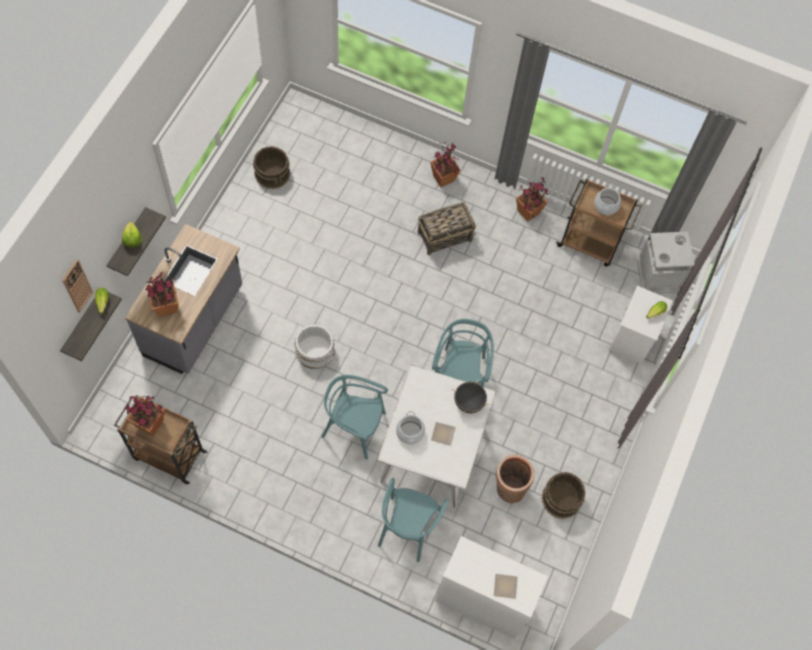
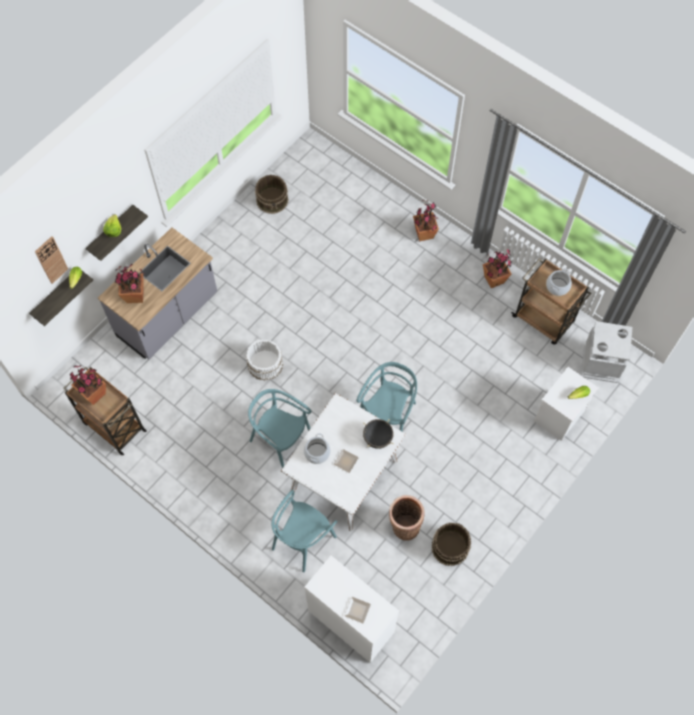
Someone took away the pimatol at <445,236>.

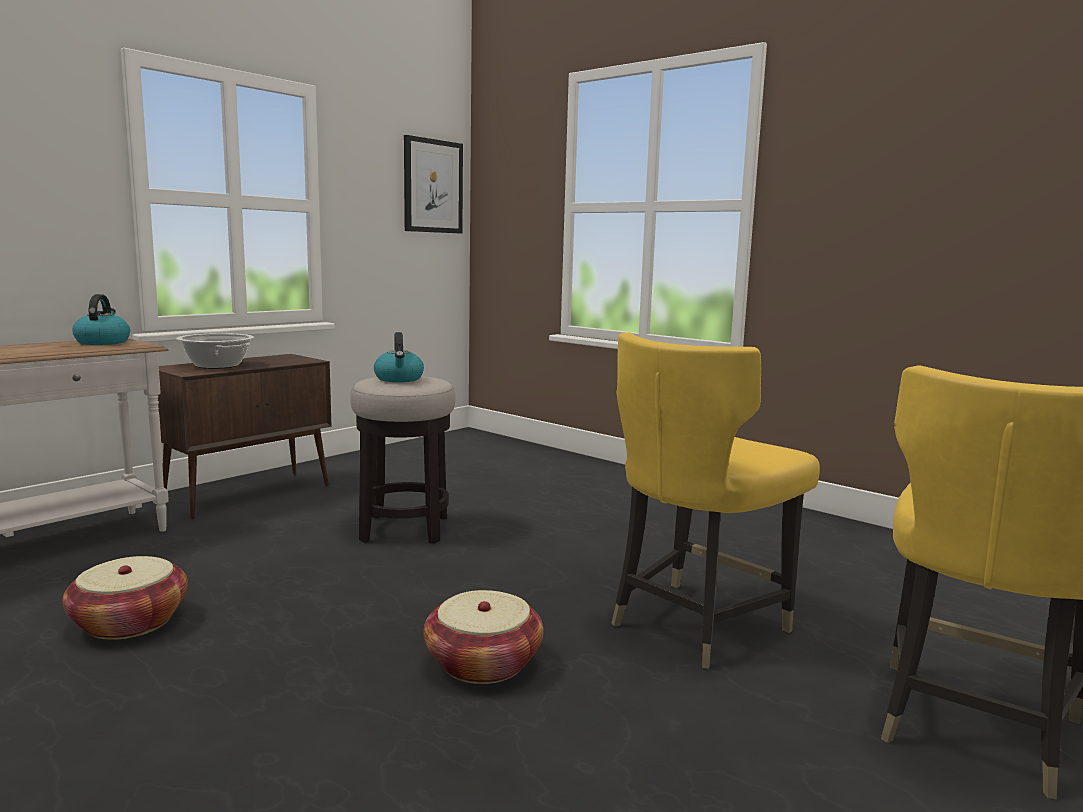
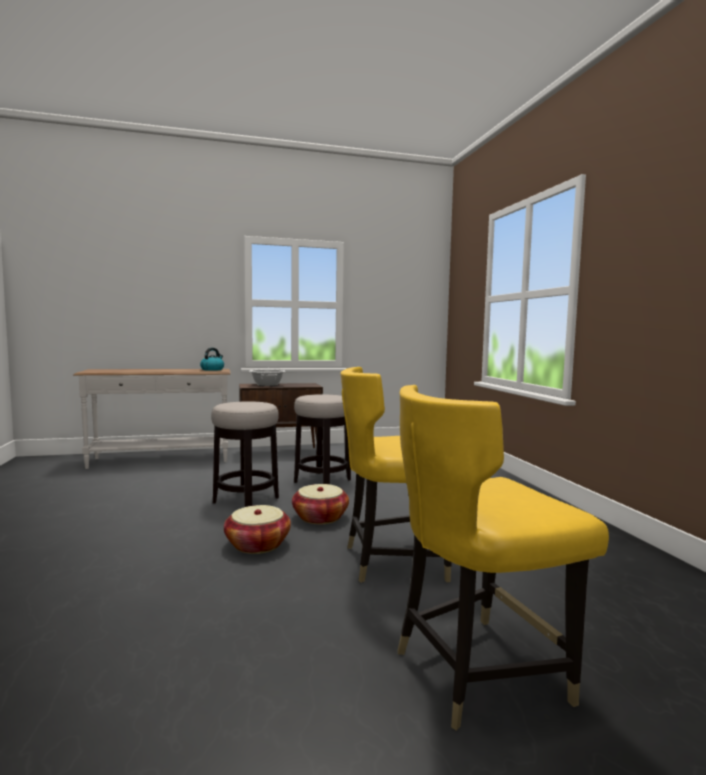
Someone carried the pimatol from <130,622> to <320,517>.
Someone took away the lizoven at <399,379>.
Someone took away the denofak at <432,186>.
Someone put down the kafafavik at <246,500>.

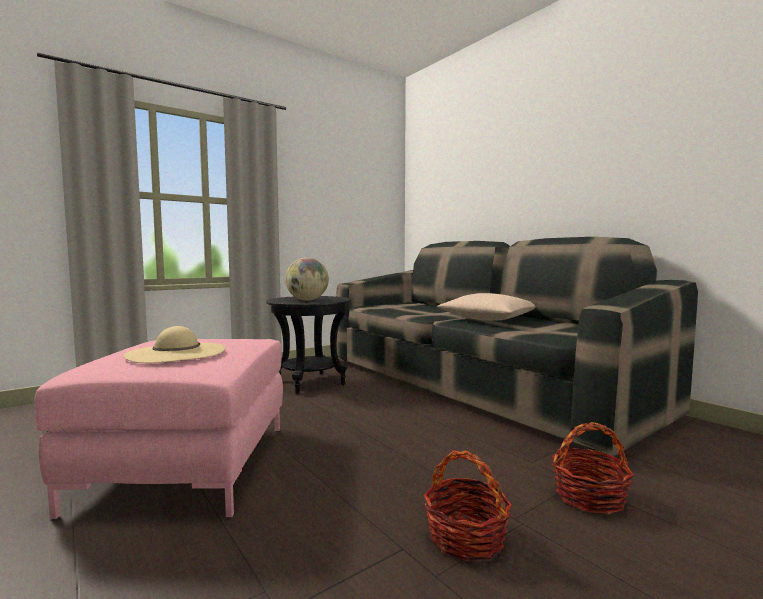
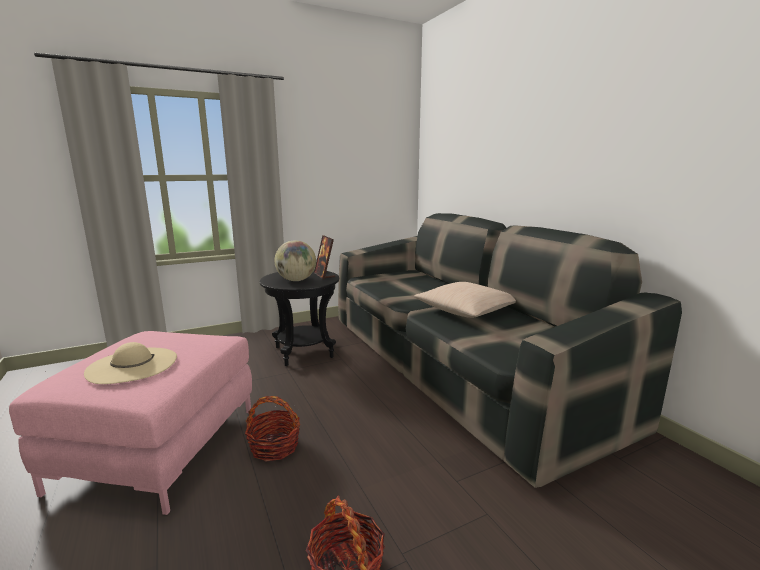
Someone carried the pimatol from <589,497> to <274,446>.
Someone put down the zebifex at <324,275>.

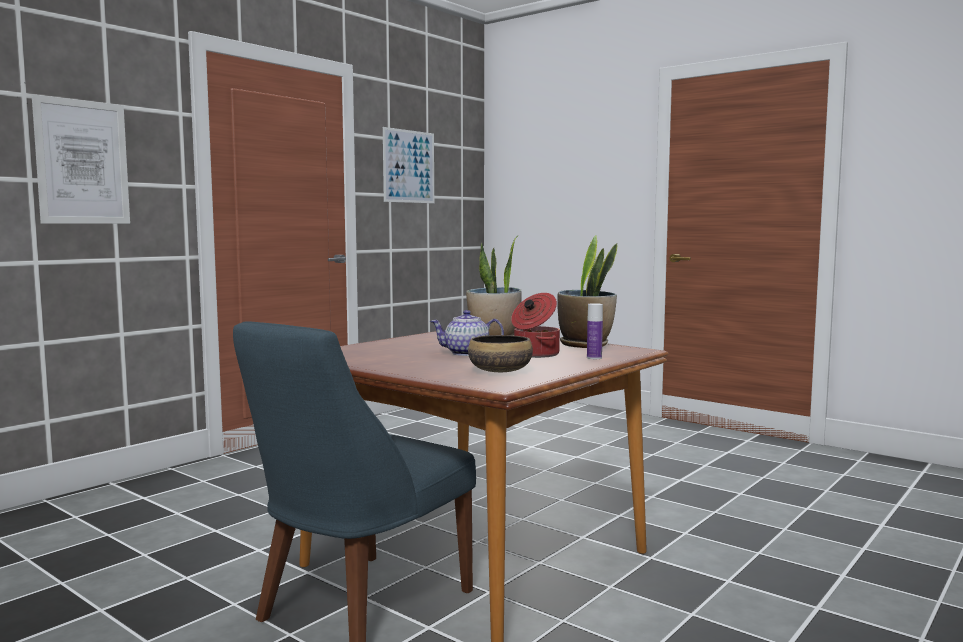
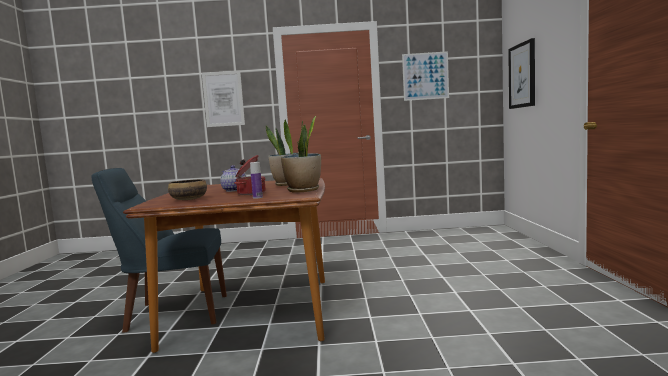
Someone put up the denofak at <522,75>.

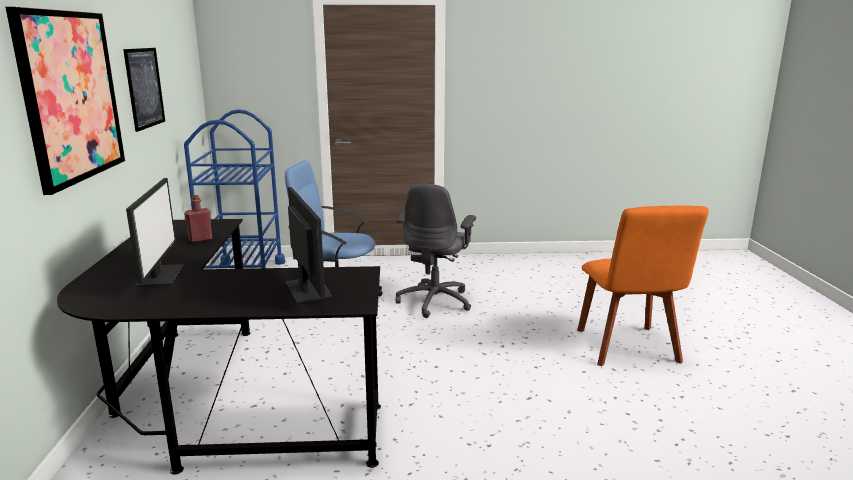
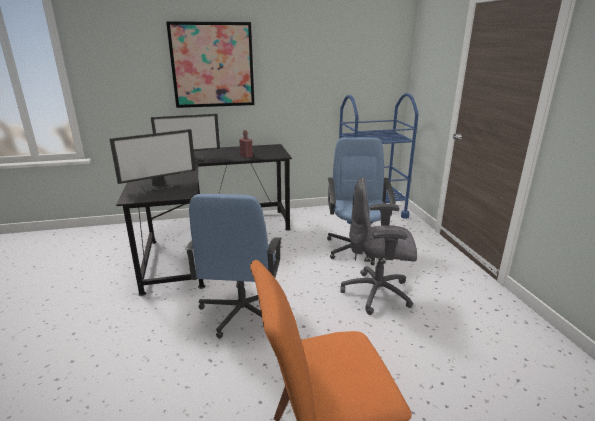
Someone took away the denofak at <144,88>.
Someone put down the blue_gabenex at <241,311>.

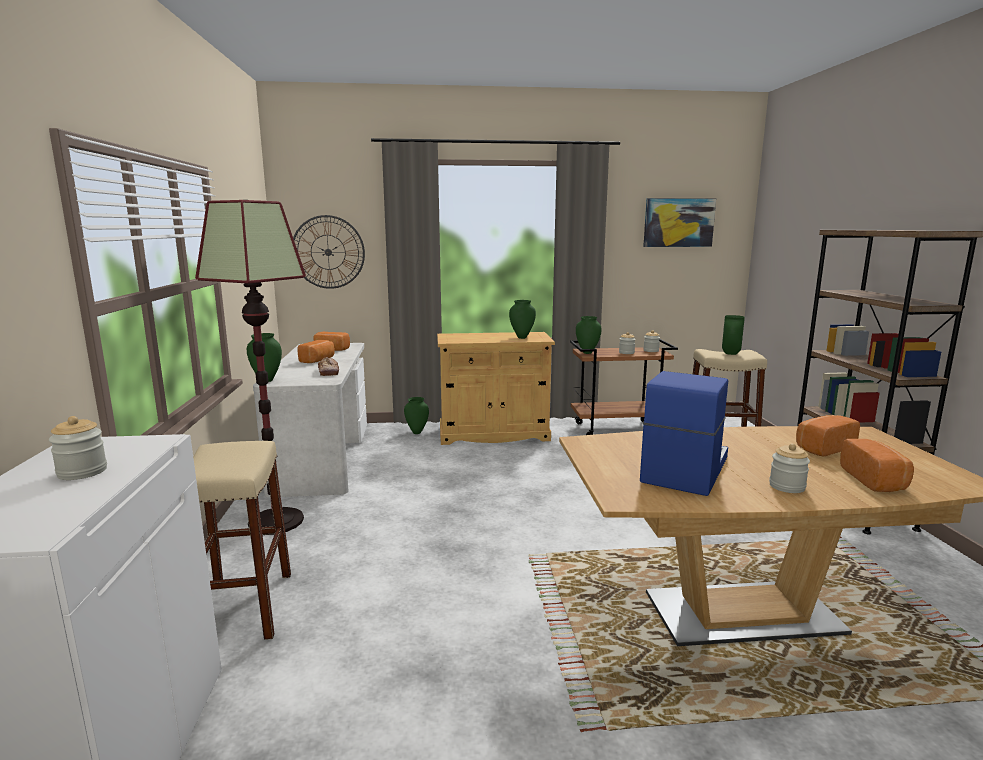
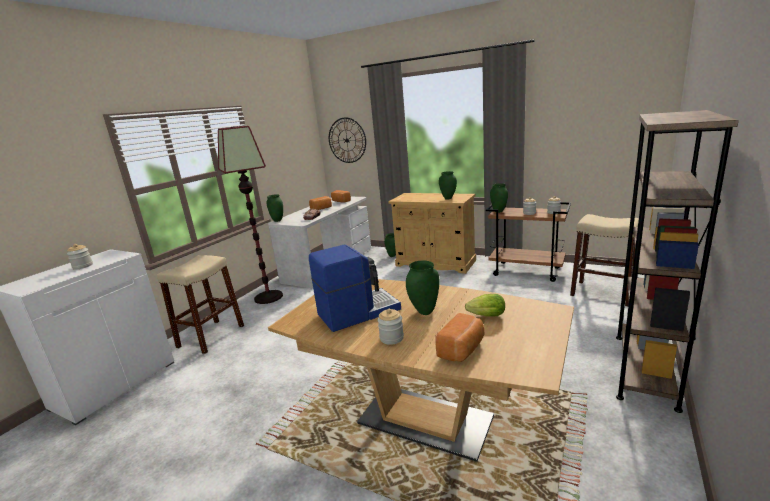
Someone took away the denofak at <678,222>.
Someone carried the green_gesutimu from <730,353> to <424,311>.
Someone swapped the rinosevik at <822,448> for the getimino at <484,316>.

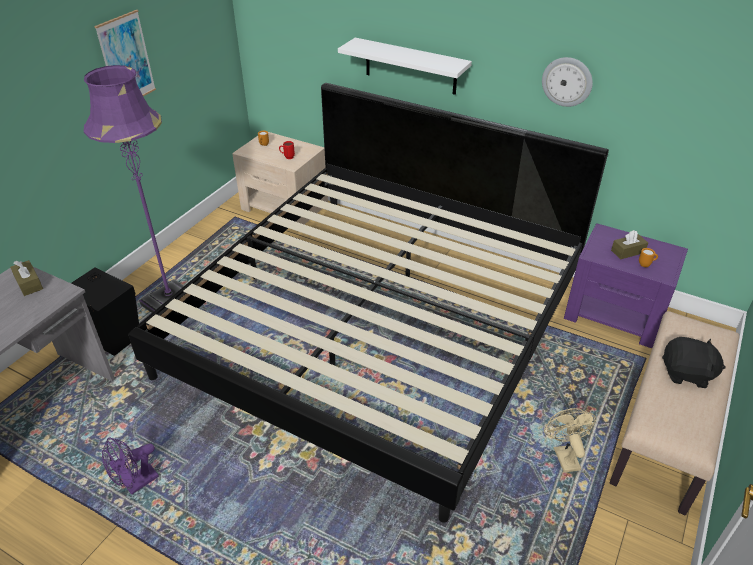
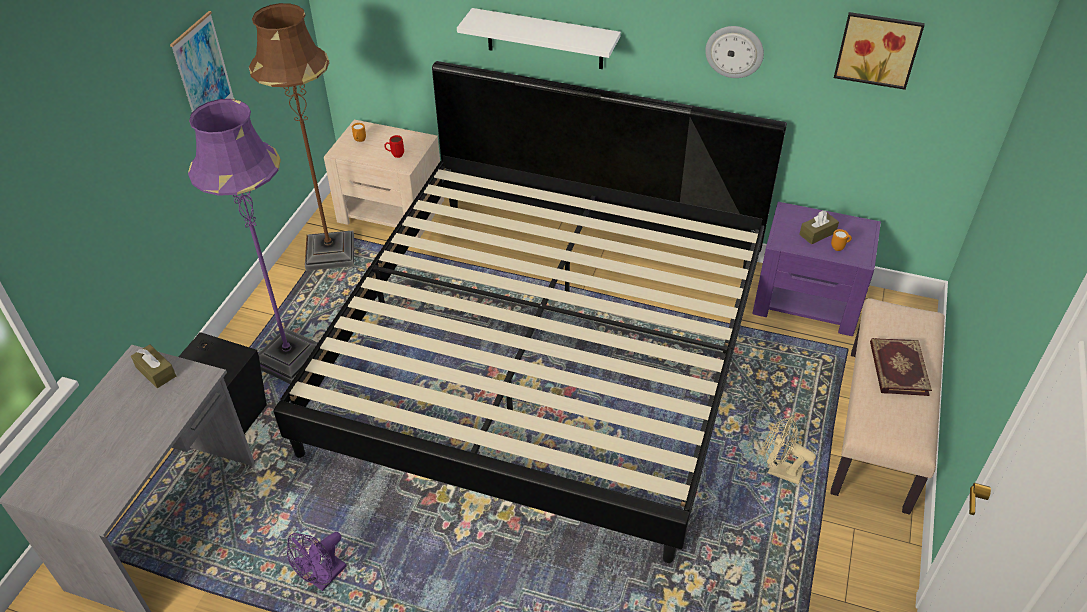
Someone rotated the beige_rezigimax at <564,455> by 45 degrees counterclockwise.
Someone swapped the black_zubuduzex at <686,374> for the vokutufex at <897,369>.
Someone put down the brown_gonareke at <330,253>.
Someone put up the denofak at <878,48>.

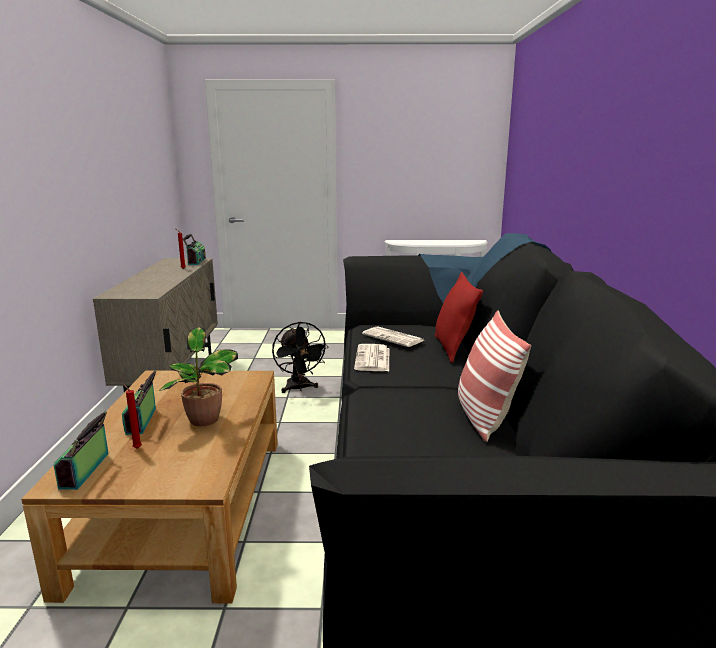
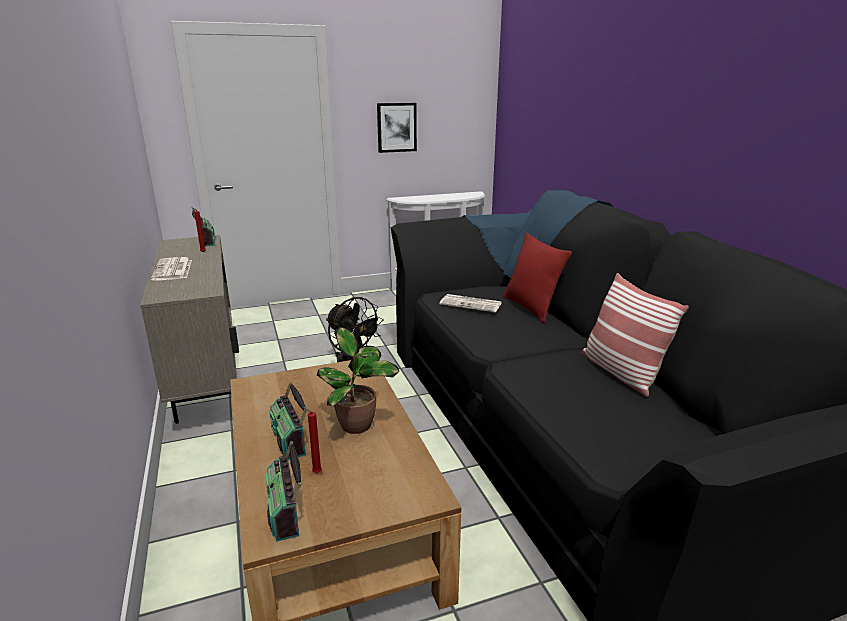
Someone carried the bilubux from <373,359> to <173,270>.
Someone put up the denofak at <396,127>.

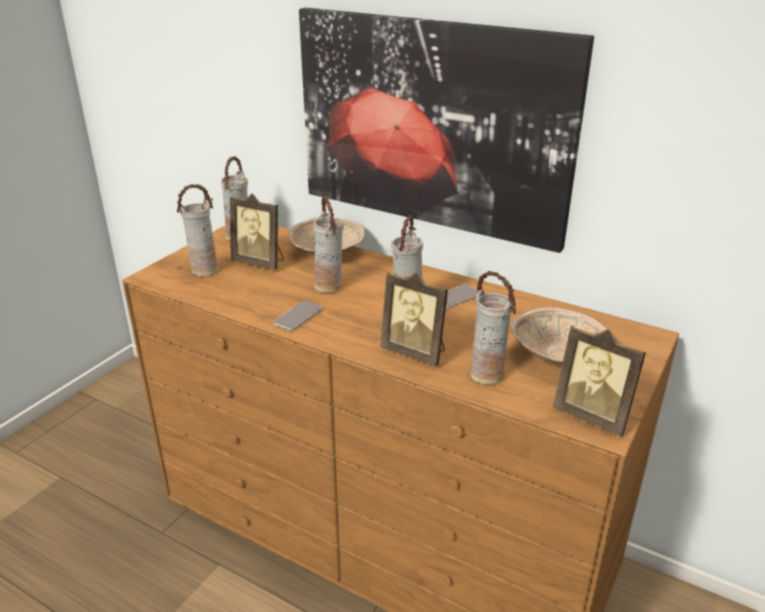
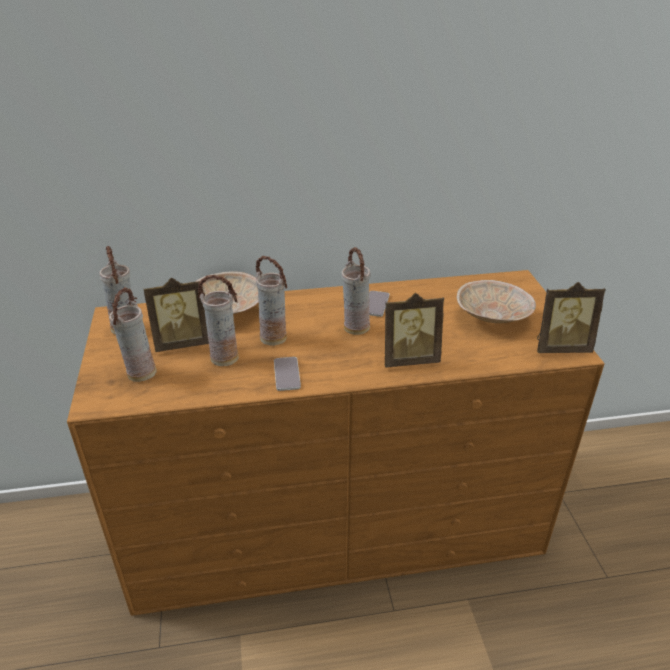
Someone took away the denofak at <432,125>.
Someone carried the gesutimu from <487,374> to <224,357>.

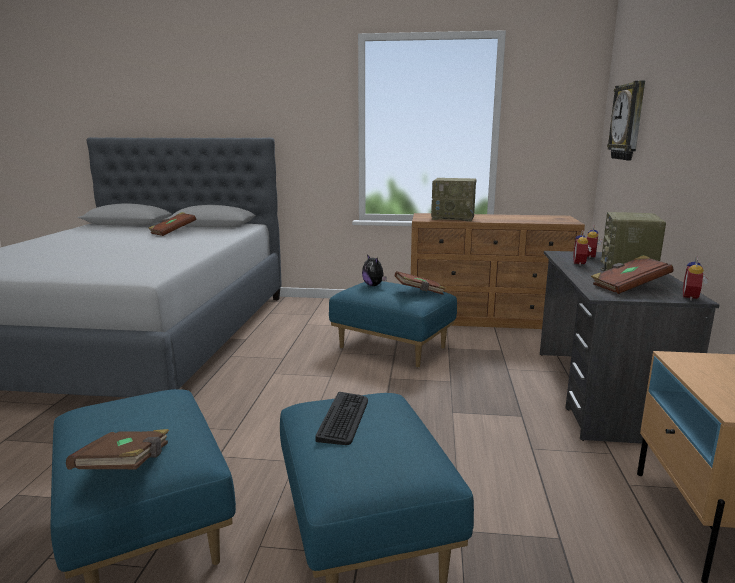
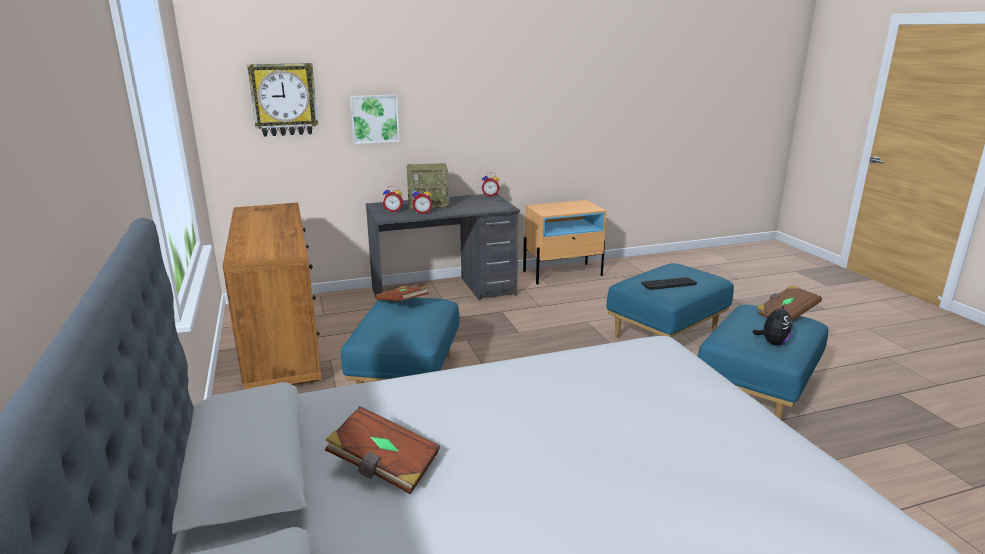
Someone carried the zubuduzex from <374,285> to <772,343>.
Someone took away the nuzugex at <454,218>.
Someone took away the brown_vokutufex at <628,287>.
Someone put up the denofak at <374,118>.

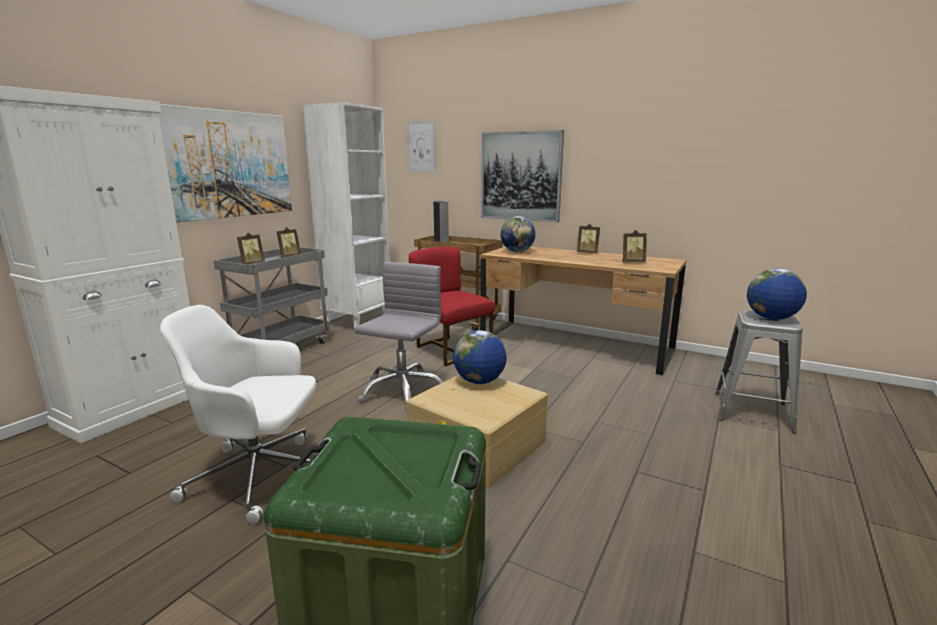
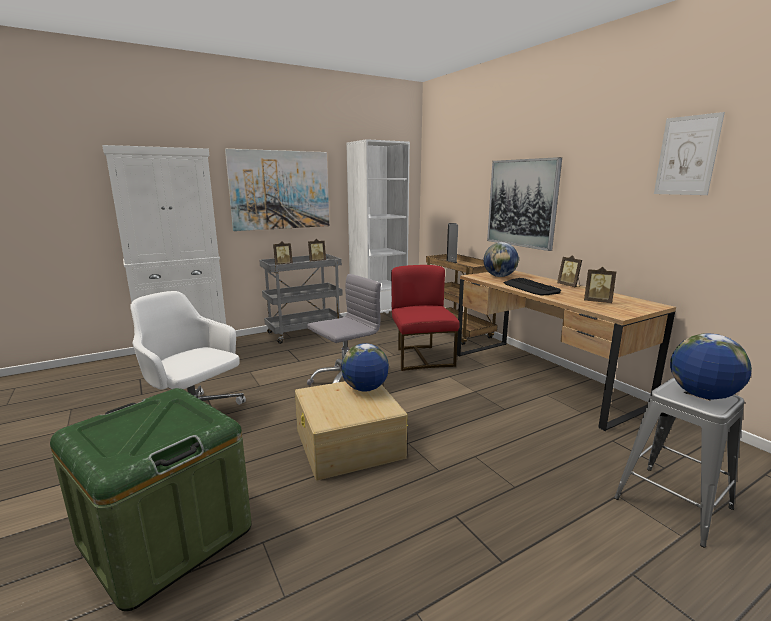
Someone carried the denofak from <421,147> to <687,156>.
Someone put down the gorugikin at <530,288>.

